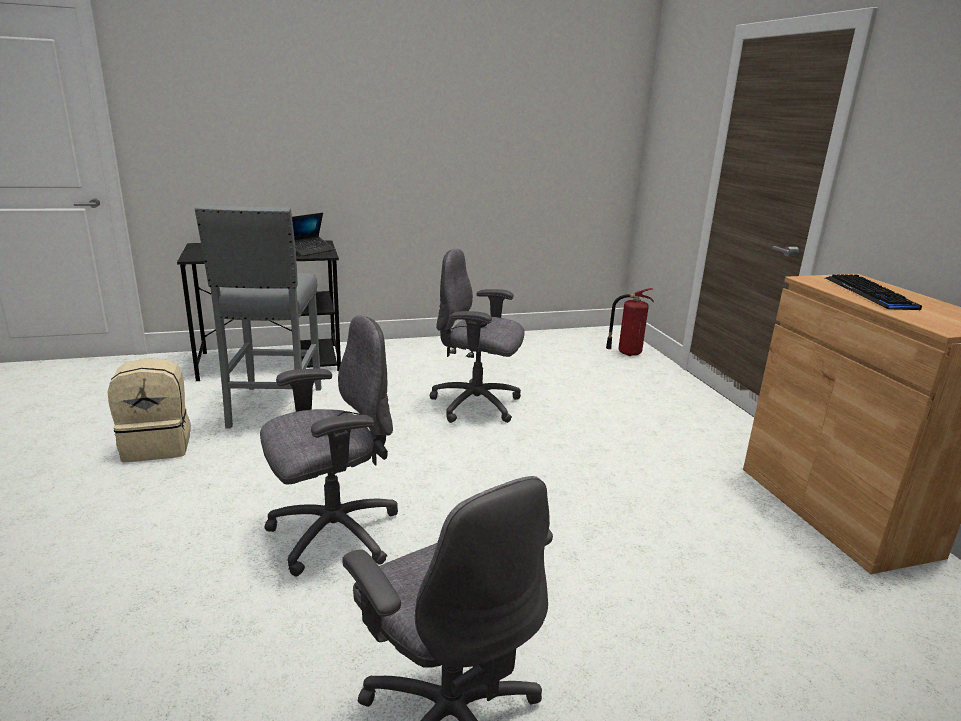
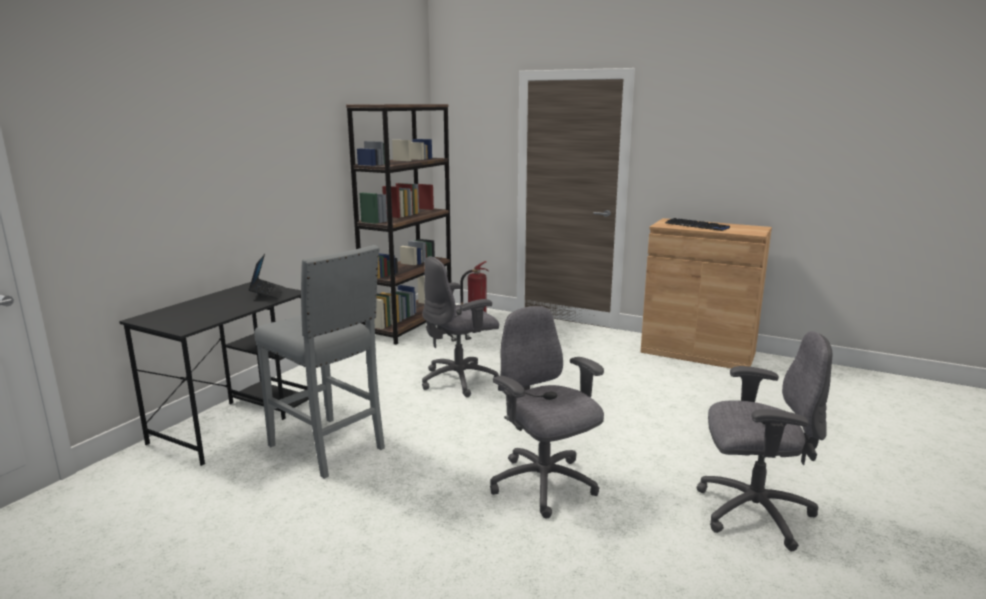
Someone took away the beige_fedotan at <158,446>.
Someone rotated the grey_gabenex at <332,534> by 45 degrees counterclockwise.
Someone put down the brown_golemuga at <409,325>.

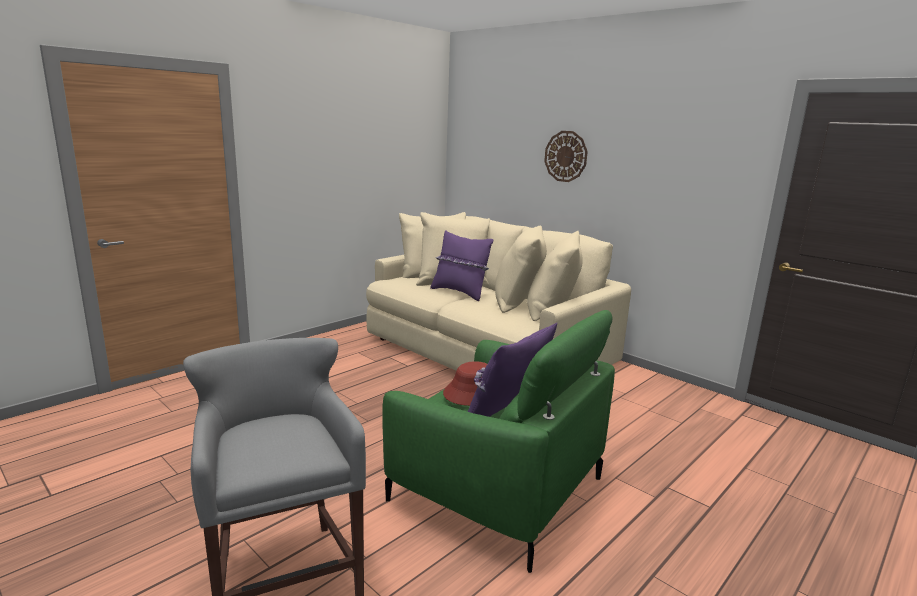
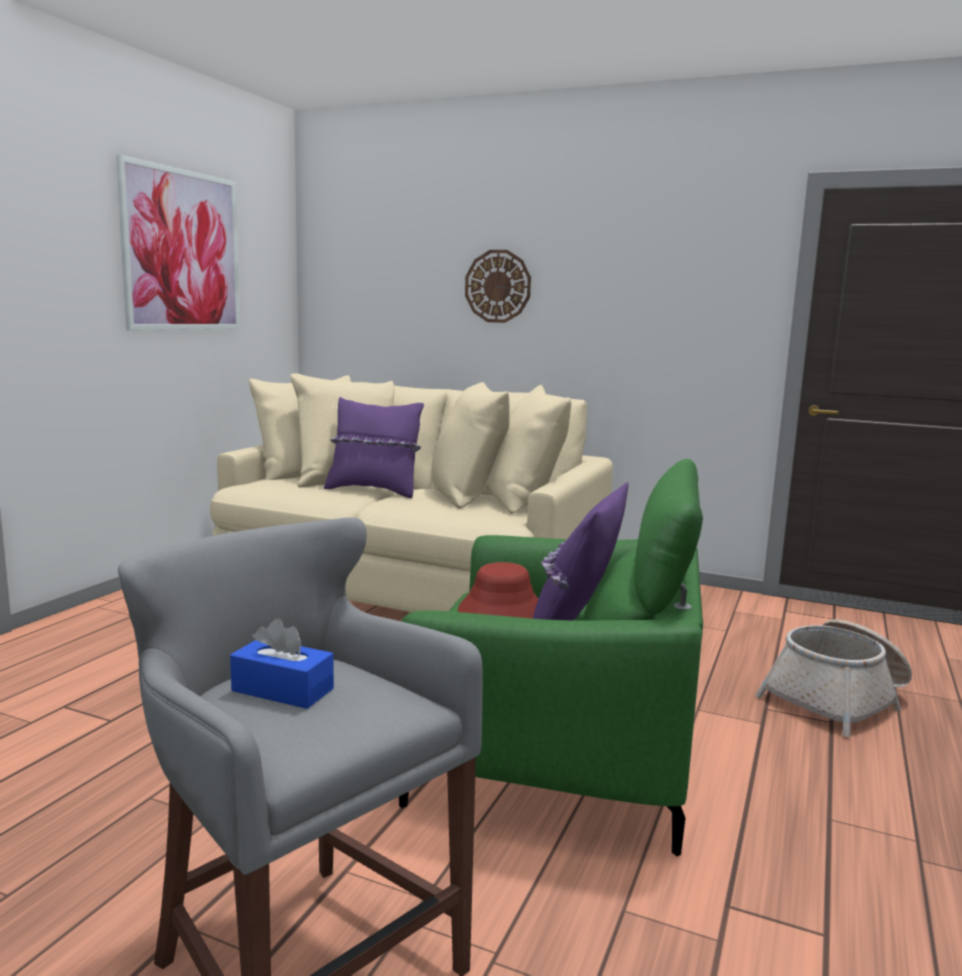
Someone put up the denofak at <183,251>.
Someone put down the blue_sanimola at <282,690>.
Someone put down the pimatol at <837,699>.

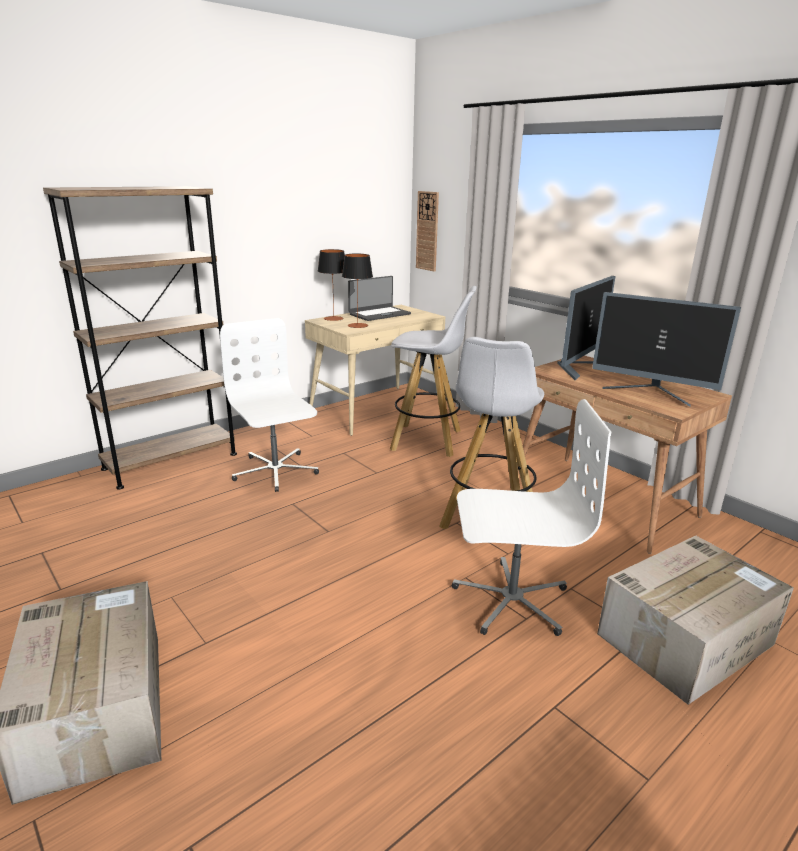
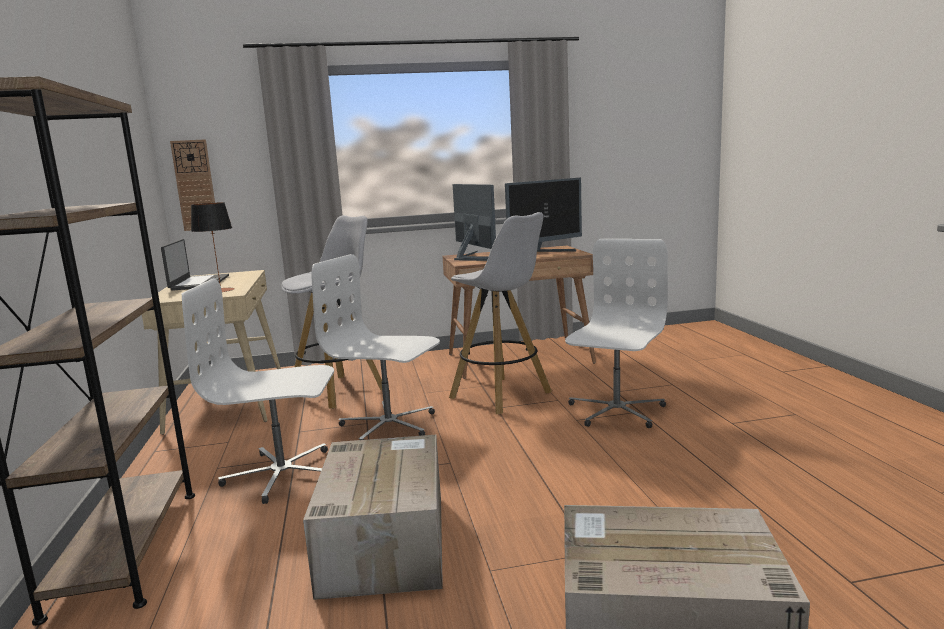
Someone took away the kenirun at <333,318>.
Someone carried the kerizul from <686,638> to <384,541>.
Someone put down the white_gabenex at <388,425>.

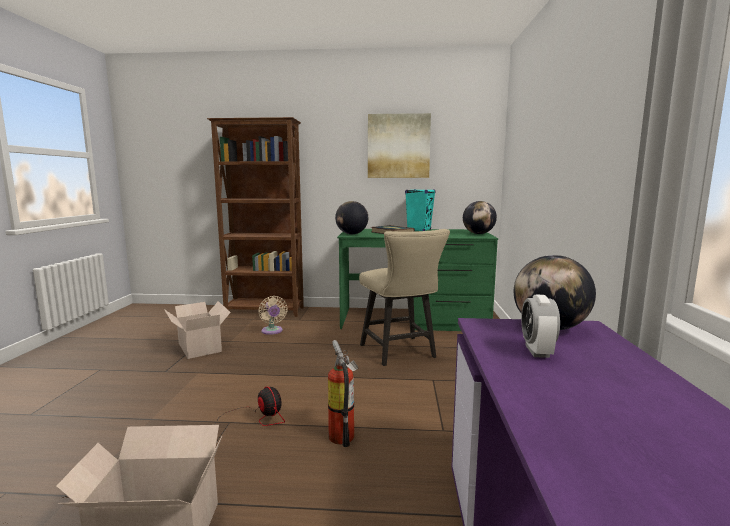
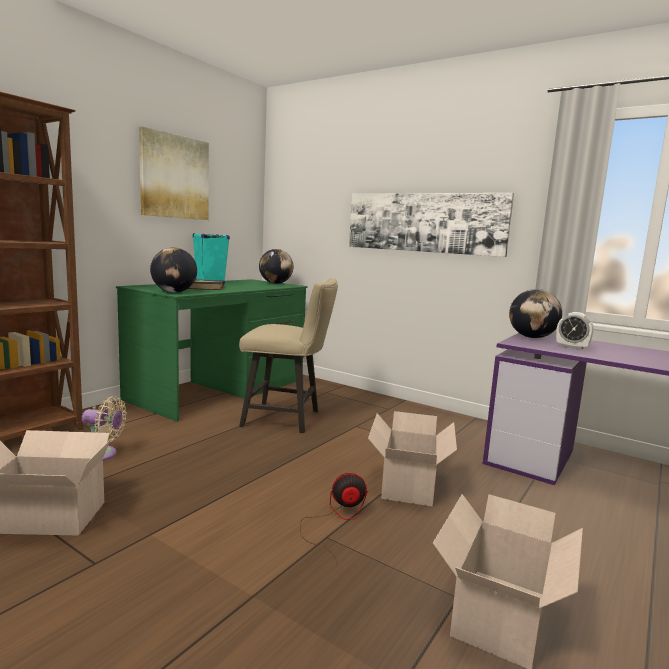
Someone swapped the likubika at <343,434> for the kerizul at <407,485>.
Someone put up the denofak at <424,222>.

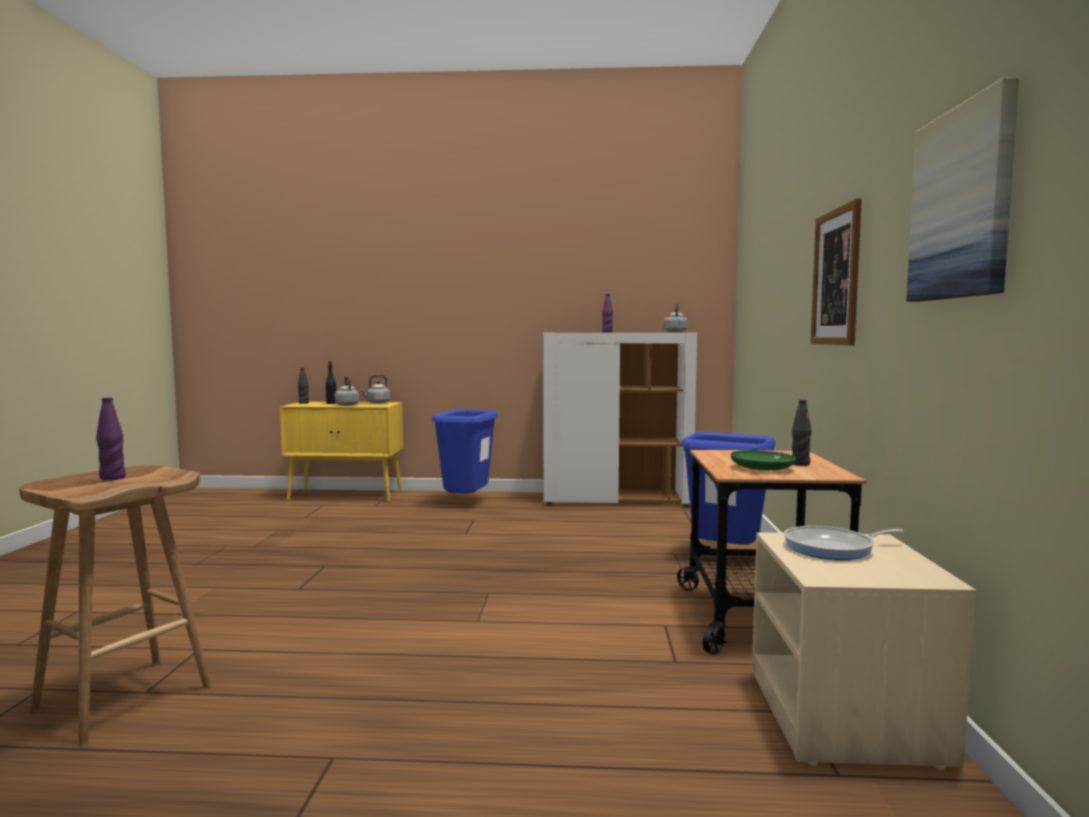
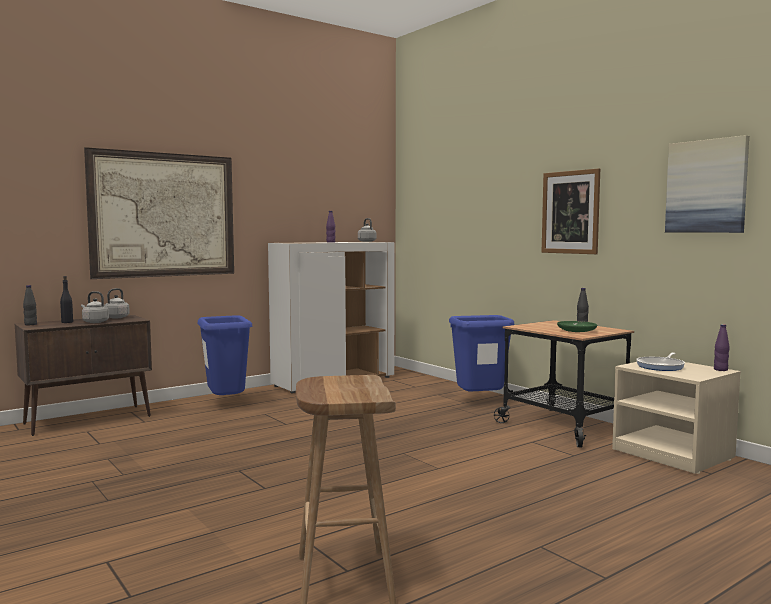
Someone carried the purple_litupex from <112,478> to <720,370>.
Someone repainted the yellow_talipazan at <347,496>, which became the brown_talipazan at <89,420>.
Someone put up the denofak at <164,215>.

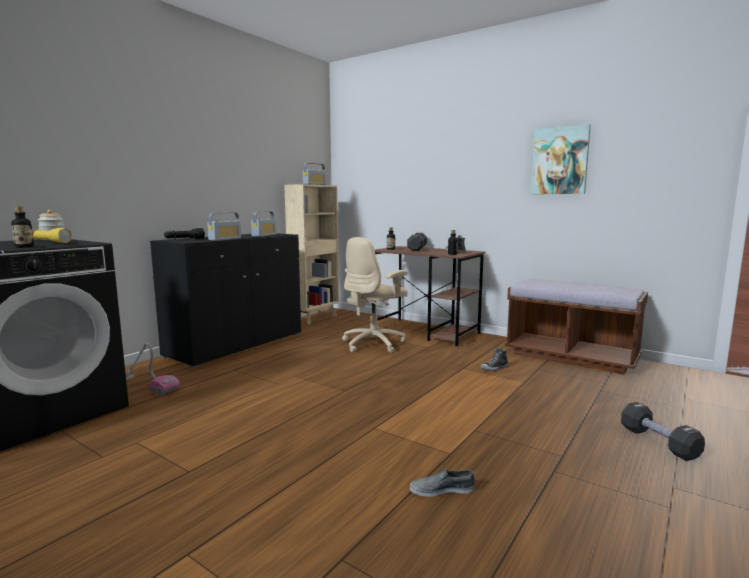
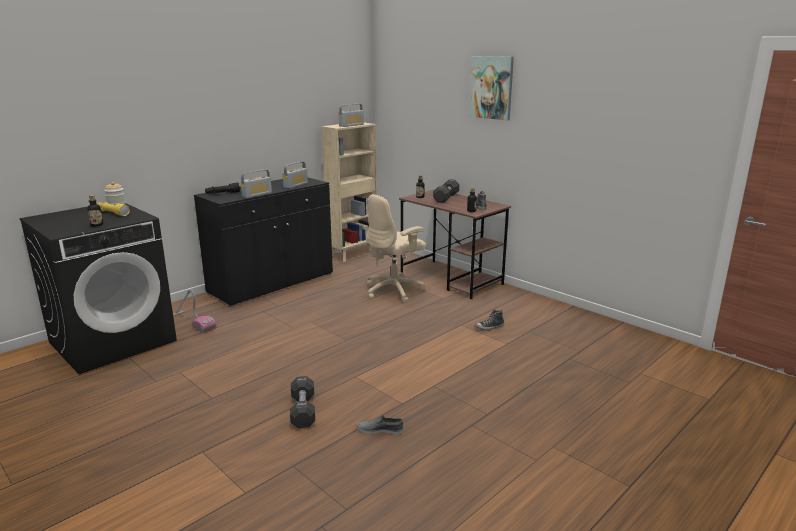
Someone took away the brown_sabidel at <571,357>.
Someone carried the denofak from <559,161> to <491,87>.
Someone carried the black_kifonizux from <658,442> to <303,411>.

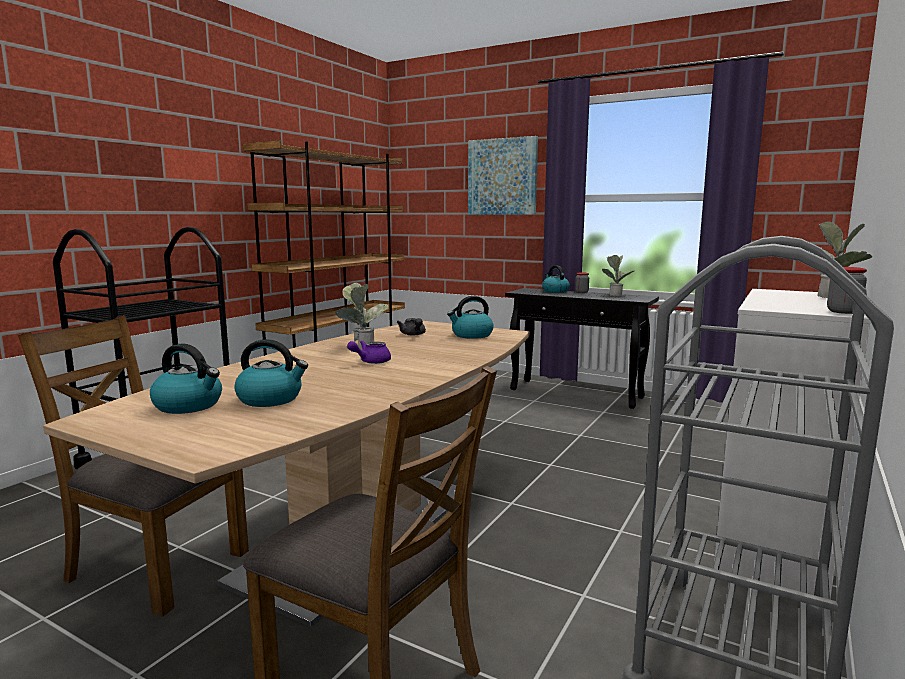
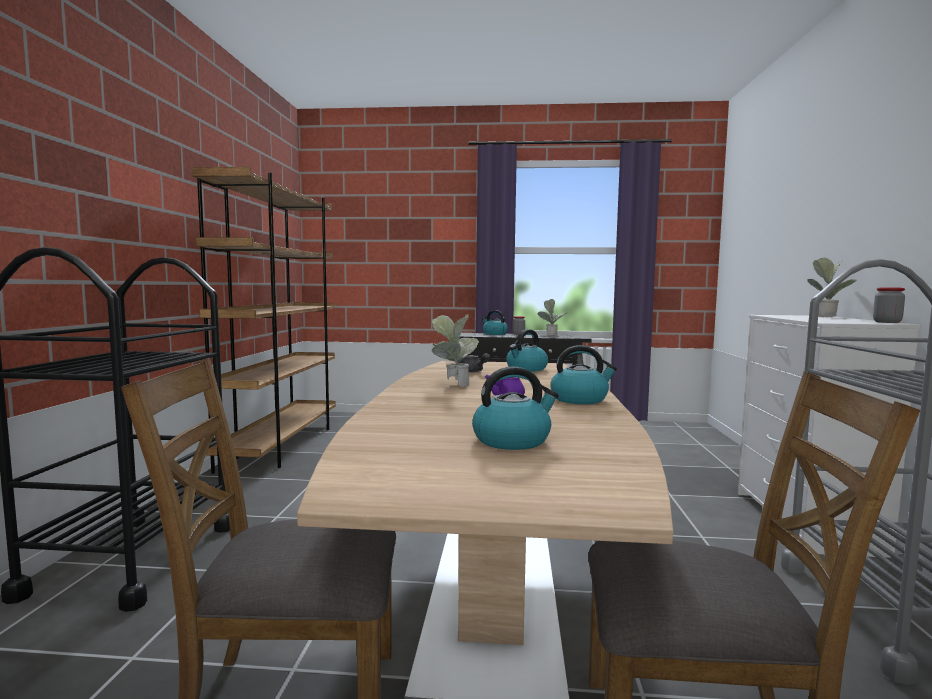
Someone carried the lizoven from <189,405> to <580,399>.
Someone took away the denofak at <502,177>.

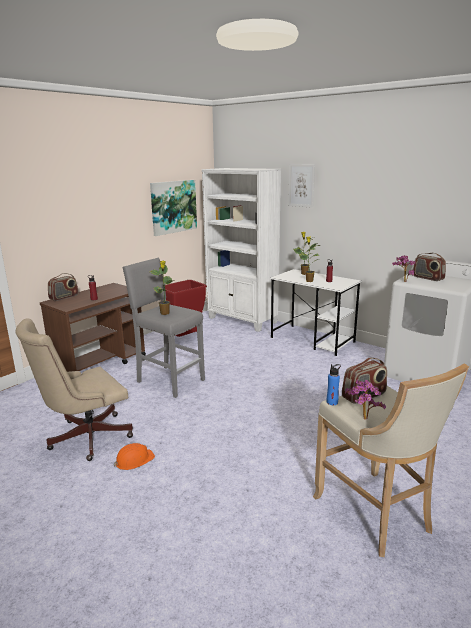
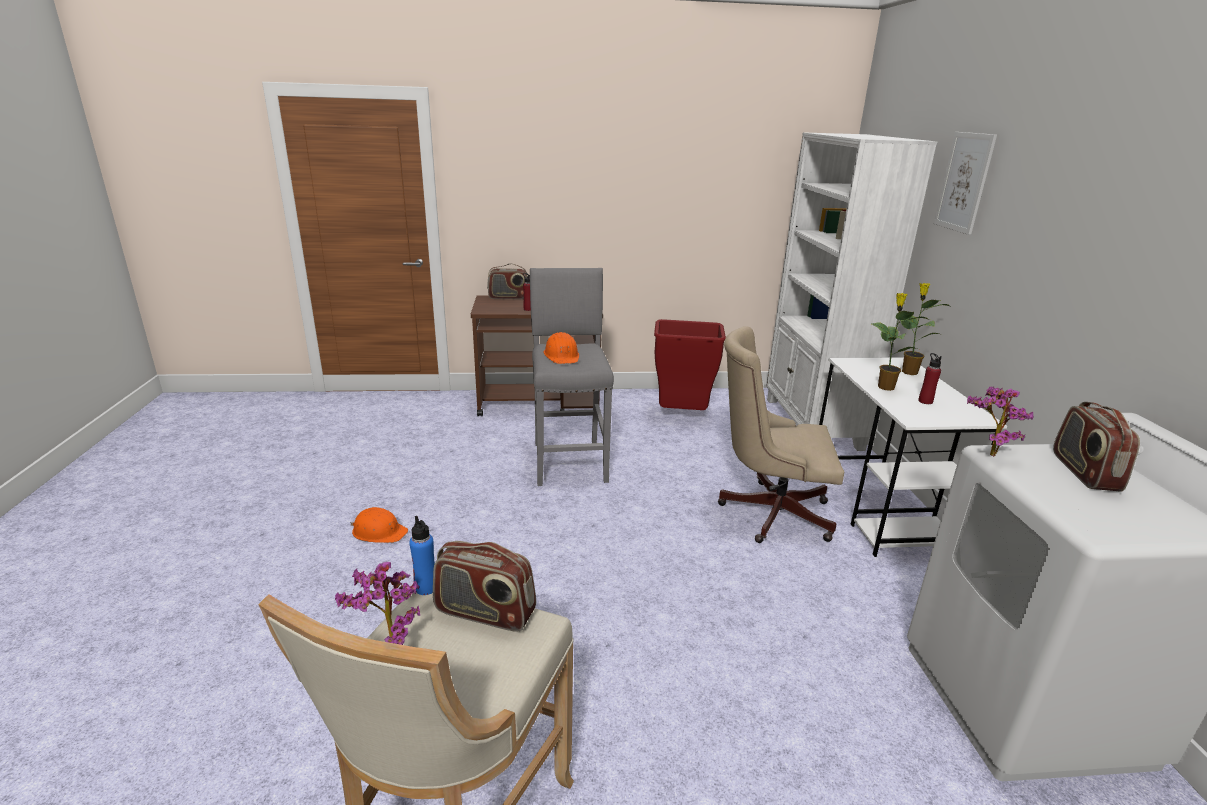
Someone carried the beige_gabenex from <85,438> to <768,512>.
Someone took away the denofak at <173,207>.
Someone swapped the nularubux at <165,313> for the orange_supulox at <562,355>.

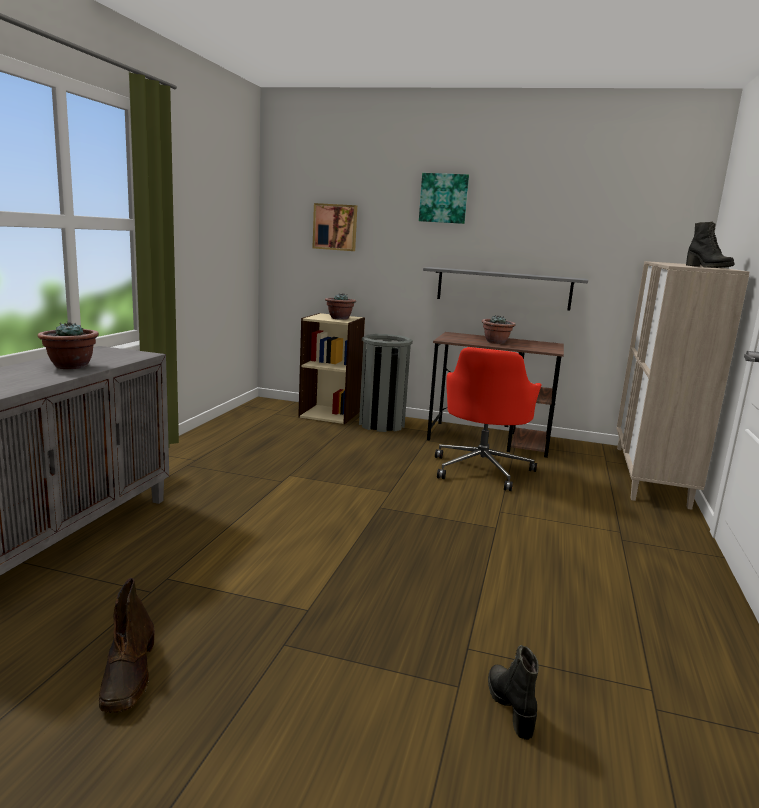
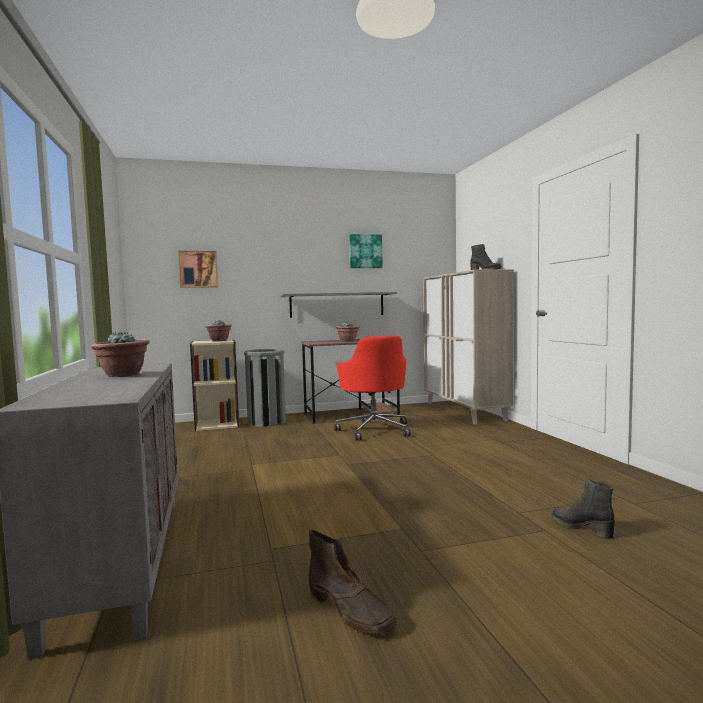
Someone carried the denofak from <443,198> to <365,251>.

